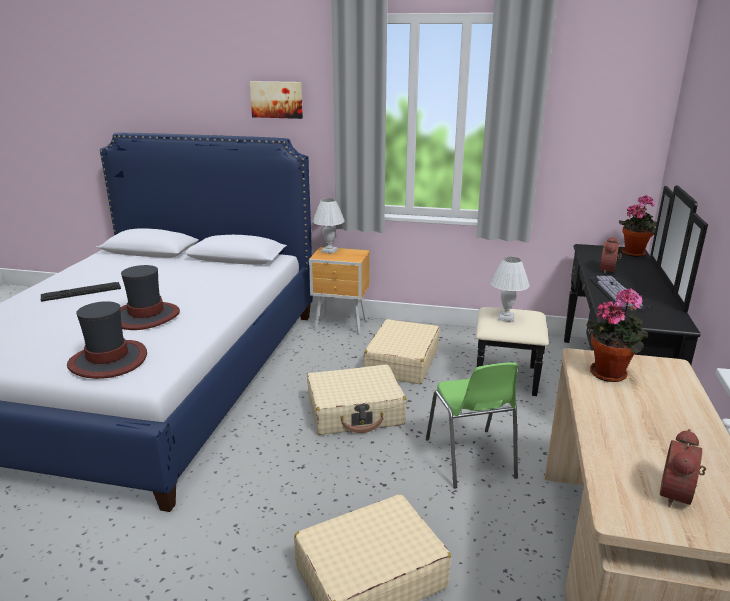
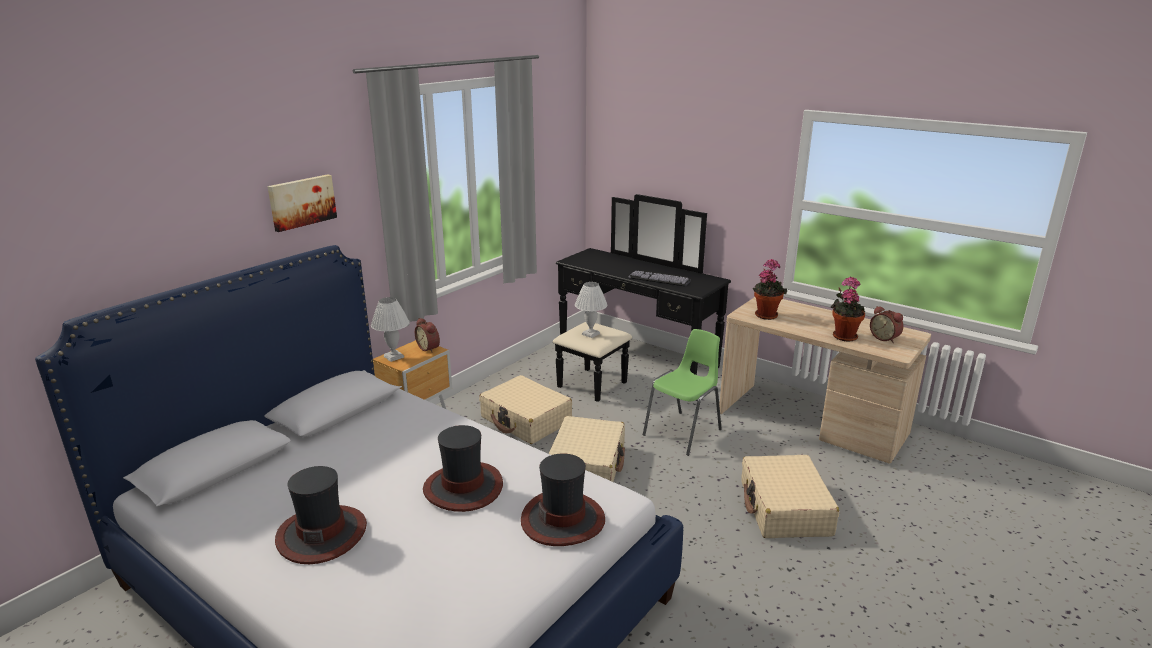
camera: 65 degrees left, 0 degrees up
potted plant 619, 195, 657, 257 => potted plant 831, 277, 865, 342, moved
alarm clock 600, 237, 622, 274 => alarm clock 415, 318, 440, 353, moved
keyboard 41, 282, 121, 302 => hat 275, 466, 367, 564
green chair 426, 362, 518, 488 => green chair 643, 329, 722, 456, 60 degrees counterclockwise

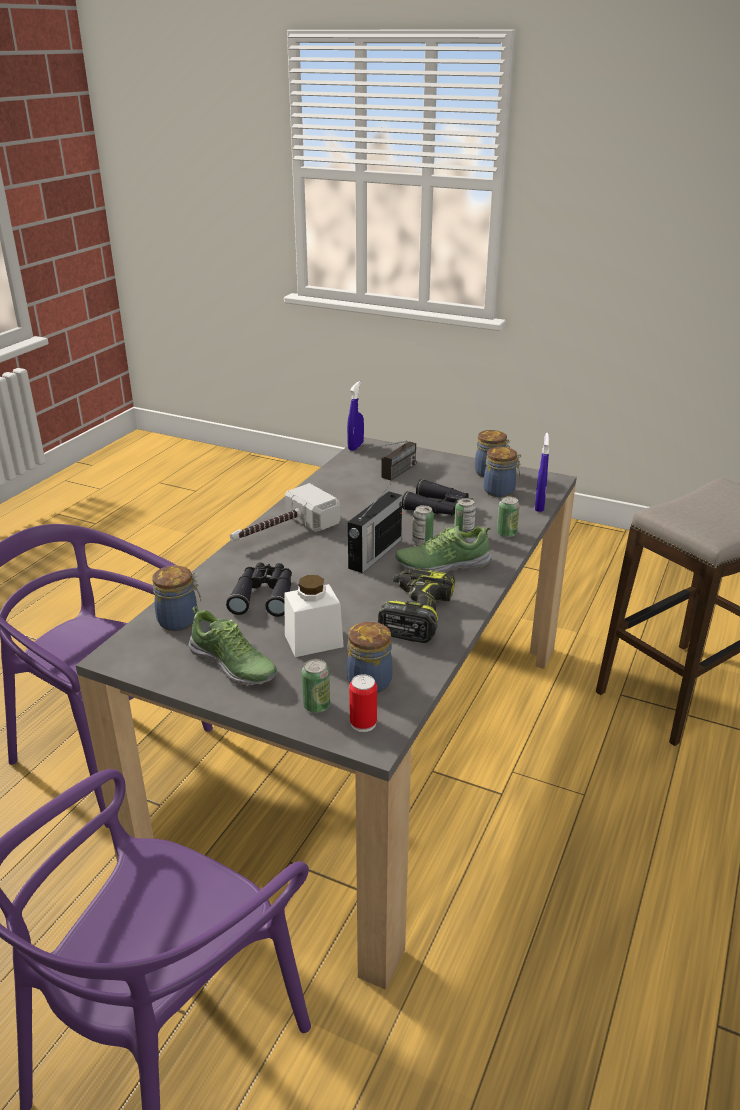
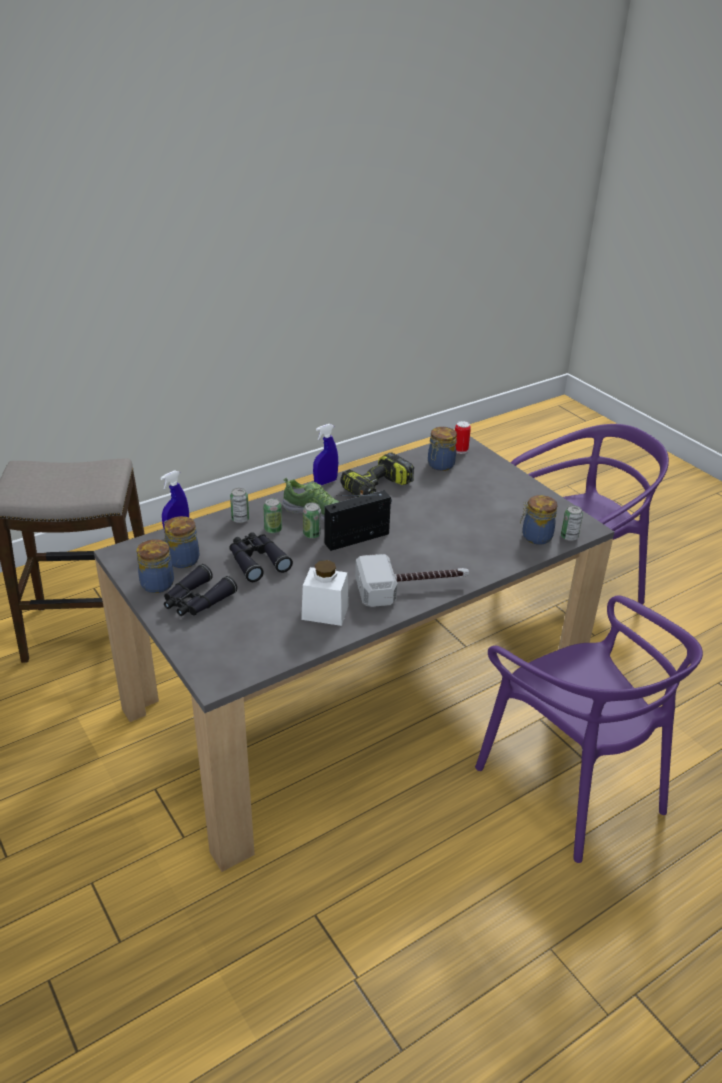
camera: 150 degrees left, 5 degrees up
blue spray bottle 347, 381, 364, 451 => blue spray bottle 313, 424, 338, 485, moved
radio 368, 440, 417, 480 => nothing
black binoculars 226, 562, 292, 617 => black binoculars 164, 564, 237, 616, moved
white jar 285, 575, 344, 657 => white jar 301, 560, 349, 626, moved
shoe 189, 606, 277, 686 => nothing
can 302, 659, 330, 713 => can 561, 505, 583, 541, moved

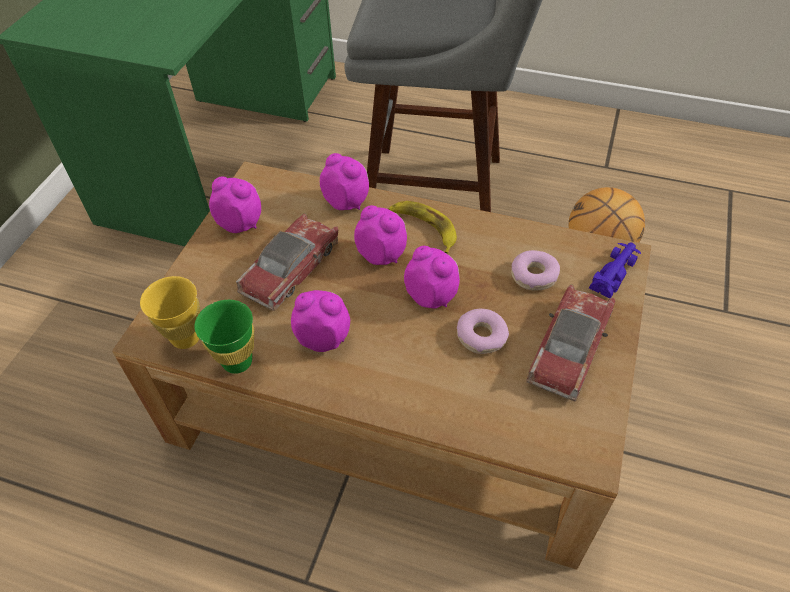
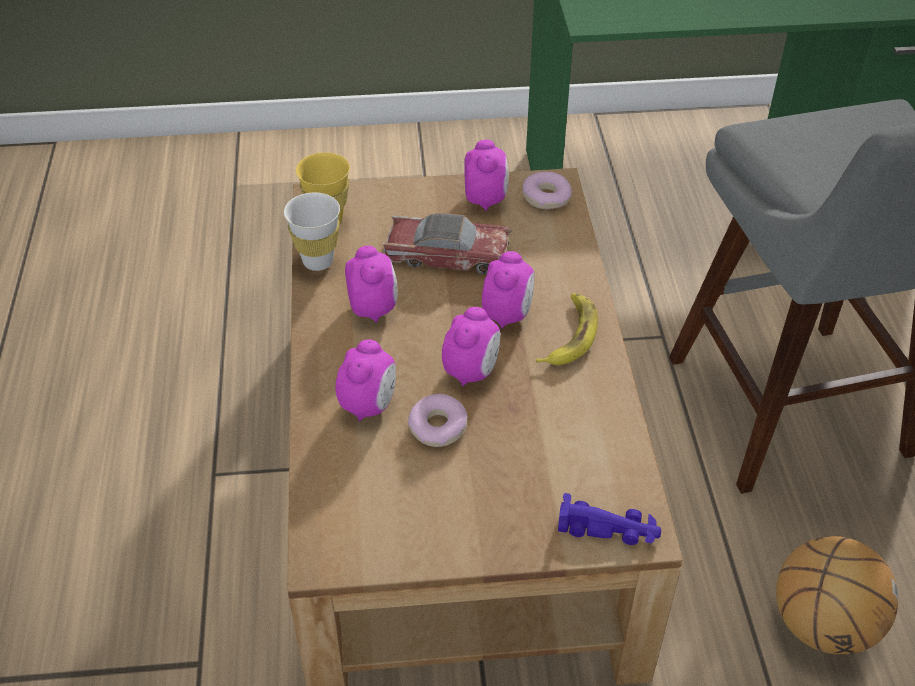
camera: 65 degrees right, 5 degrees down
alarm clock 320, 153, 369, 210 => alarm clock 336, 339, 396, 421, moved
donut 511, 250, 560, 291 => donut 523, 171, 572, 209, moved
toy car 526, 284, 615, 402 => nothing
green cup 194, 300, 254, 374 => white cup 284, 193, 340, 271

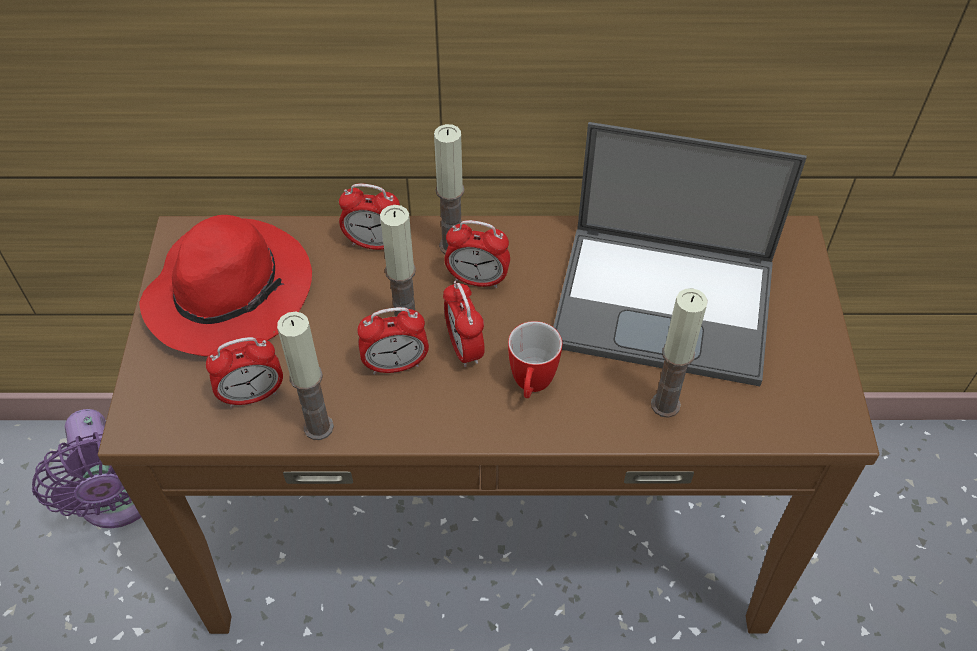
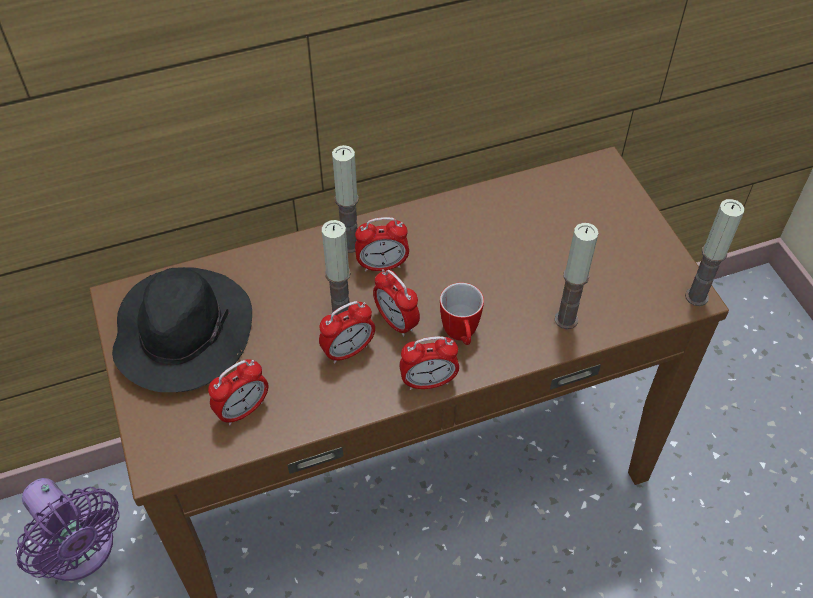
camera: 20 degrees left, 0 degrees up
laptop 553, 122, 807, 386 => nothing
alarm clock 339, 183, 400, 250 => alarm clock 399, 336, 459, 390, moved
red hat 140, 215, 312, 356 => black hat 112, 267, 252, 392
candle 277, 311, 334, 440 => candle 685, 199, 744, 306, moved

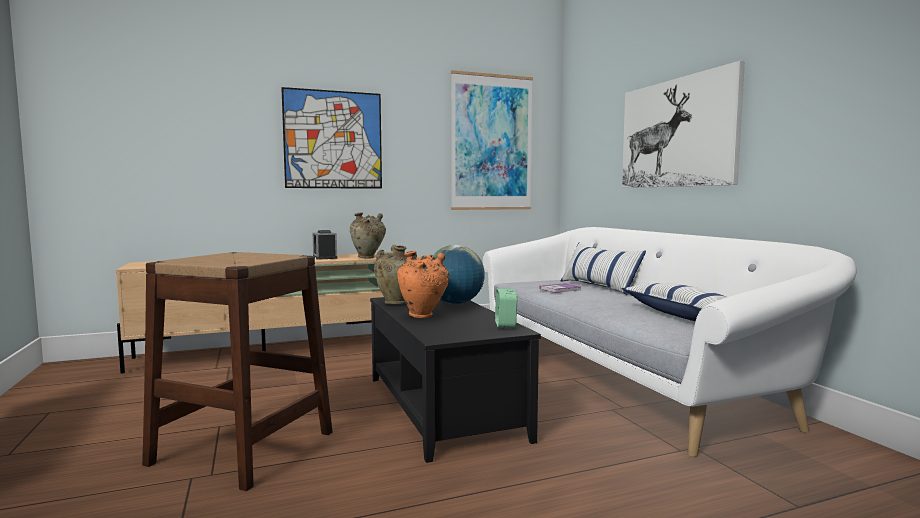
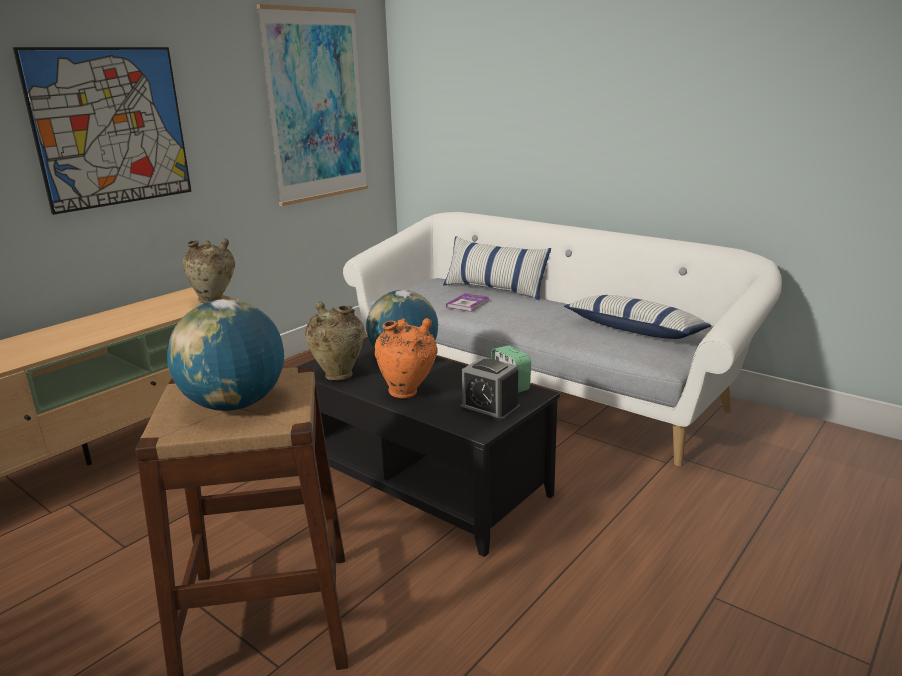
camera: 30 degrees left, 15 degrees up
picture 622, 61, 745, 188 => nothing
alarm clock 312, 230, 338, 260 => alarm clock 460, 357, 520, 423, moved
nothing => globe 167, 299, 284, 411

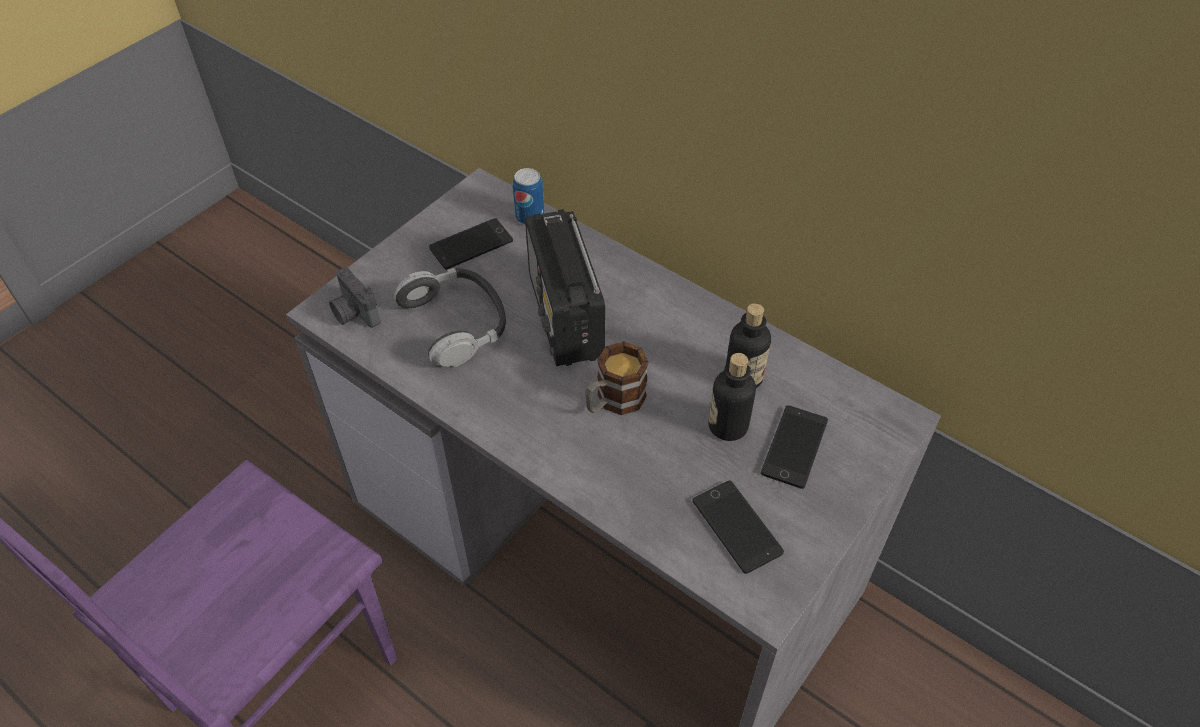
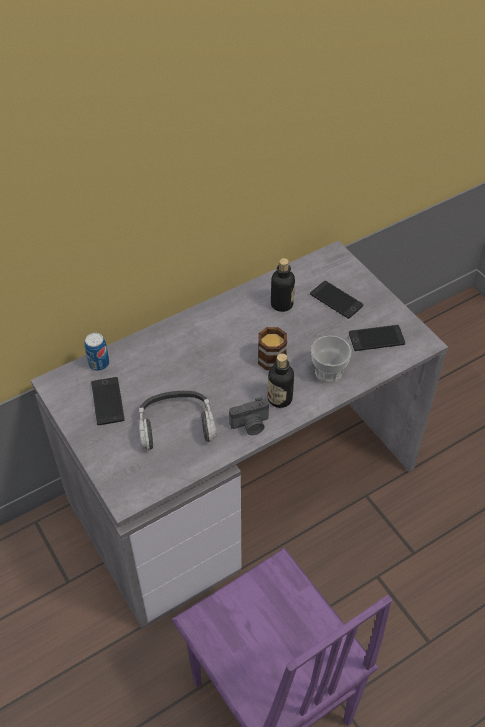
camera: 70 degrees left, 0 degrees up
radio 525, 209, 605, 366 => nothing
photo camera 329, 267, 381, 328 => photo camera 229, 397, 269, 435, moved
bottle 709, 353, 756, 441 => bottle 268, 354, 294, 408, moved
nothing => cup 311, 335, 352, 383

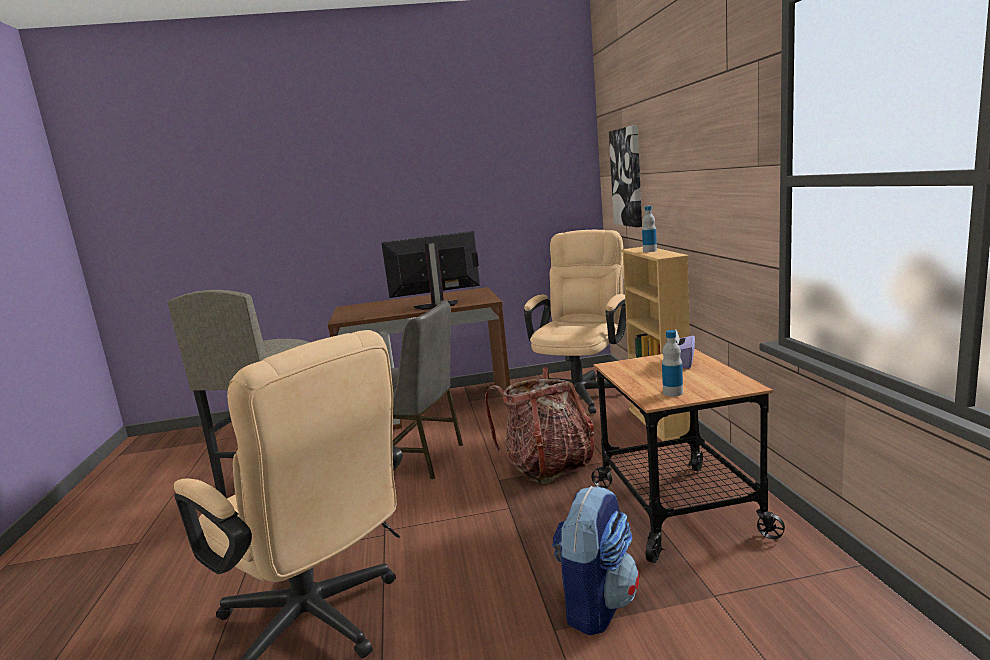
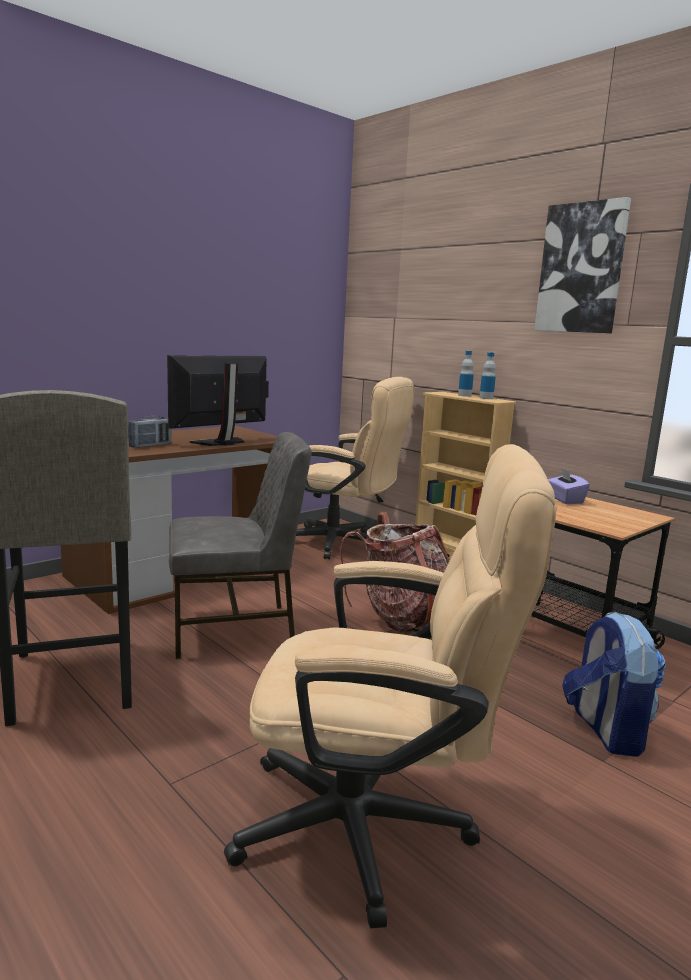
camera: 35 degrees left, 0 degrees up
picture 609, 125, 642, 227 => picture 534, 197, 631, 333, moved
beige office chair 524, 230, 626, 414 => beige office chair 296, 377, 414, 560, 120 degrees clockwise
bottle 662, 330, 683, 397 => bottle 479, 352, 496, 399, moved
nothing => radio 128, 416, 172, 448

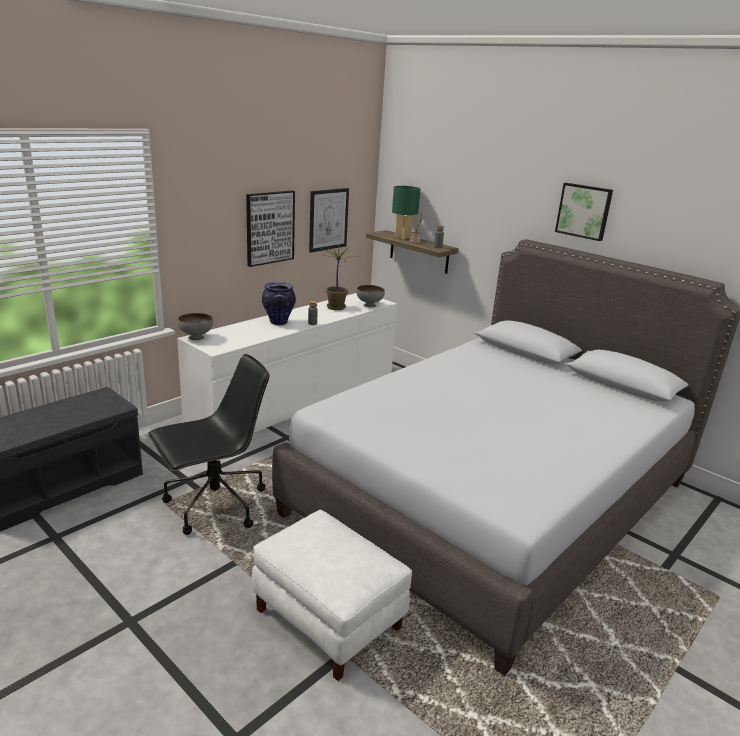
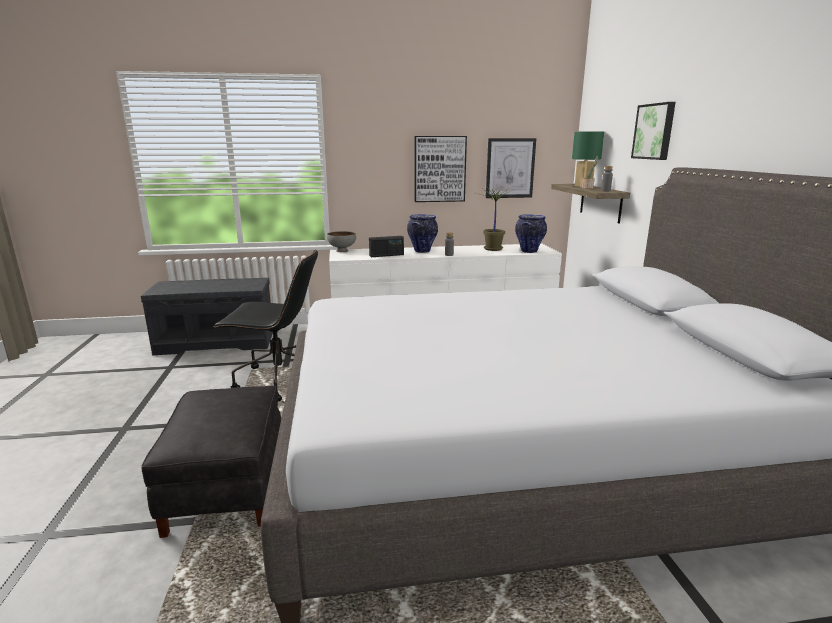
camera: 40 degrees right, 5 degrees down
picture 555, 183, 613, 241 => picture 631, 102, 676, 160, moved
grey bowl 356, 285, 385, 307 => vase 515, 214, 547, 253
white ottoman 252, 510, 412, 681 => black ottoman 142, 386, 281, 538
nothing => radio 369, 236, 404, 257

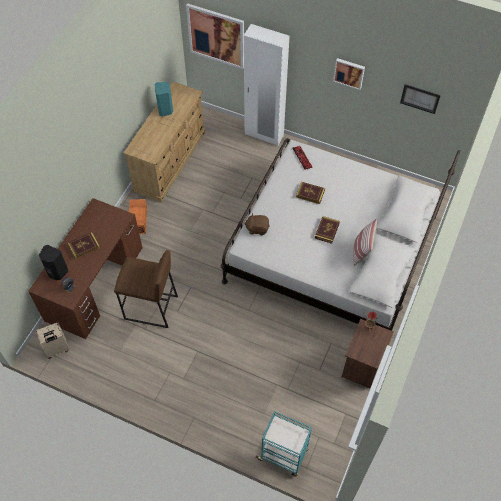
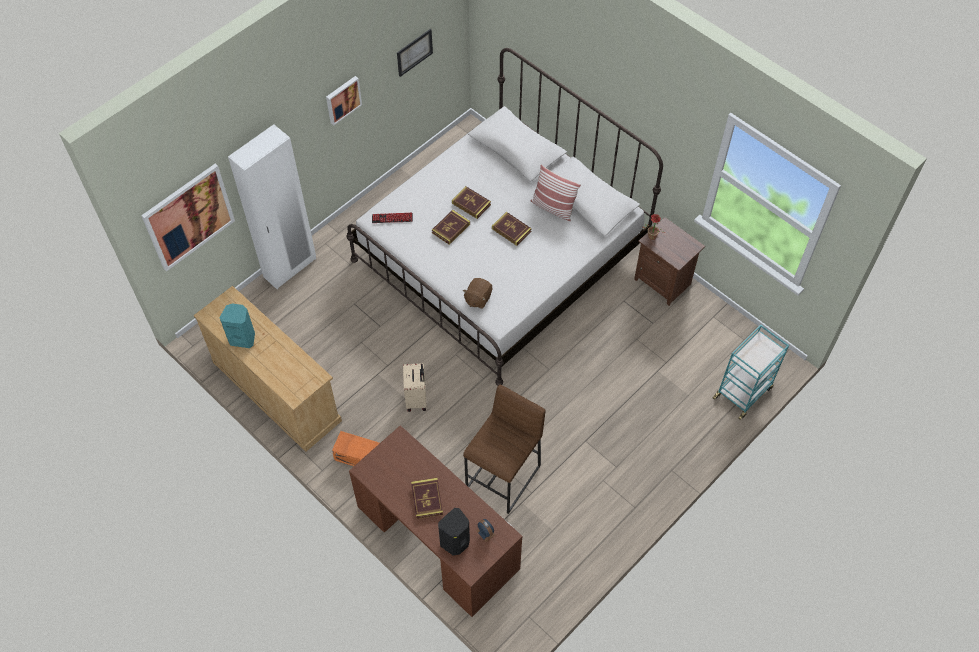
camera: 70 degrees left, 0 degrees up
beige suitcase 36, 323, 69, 359 => beige suitcase 403, 363, 427, 412, moved
nothing => book 452, 186, 491, 219

